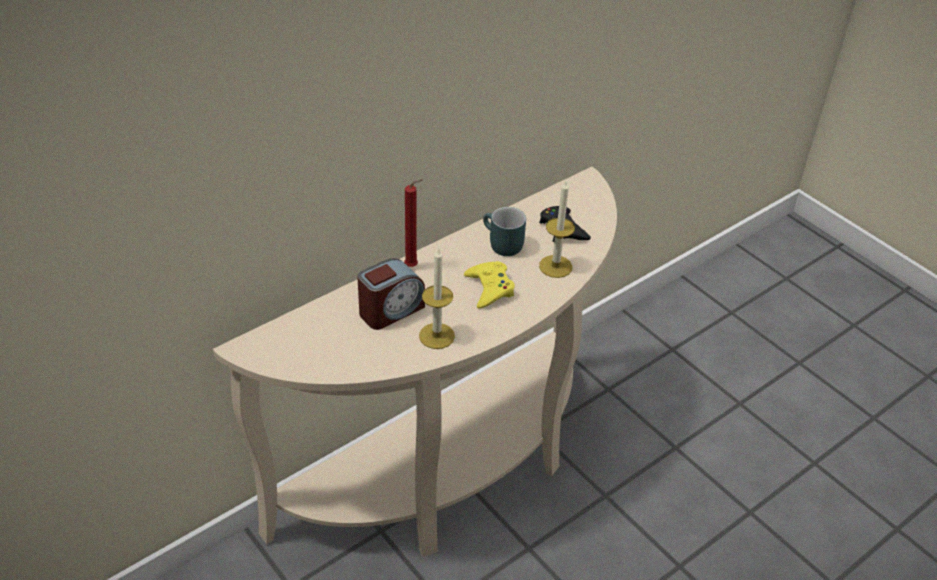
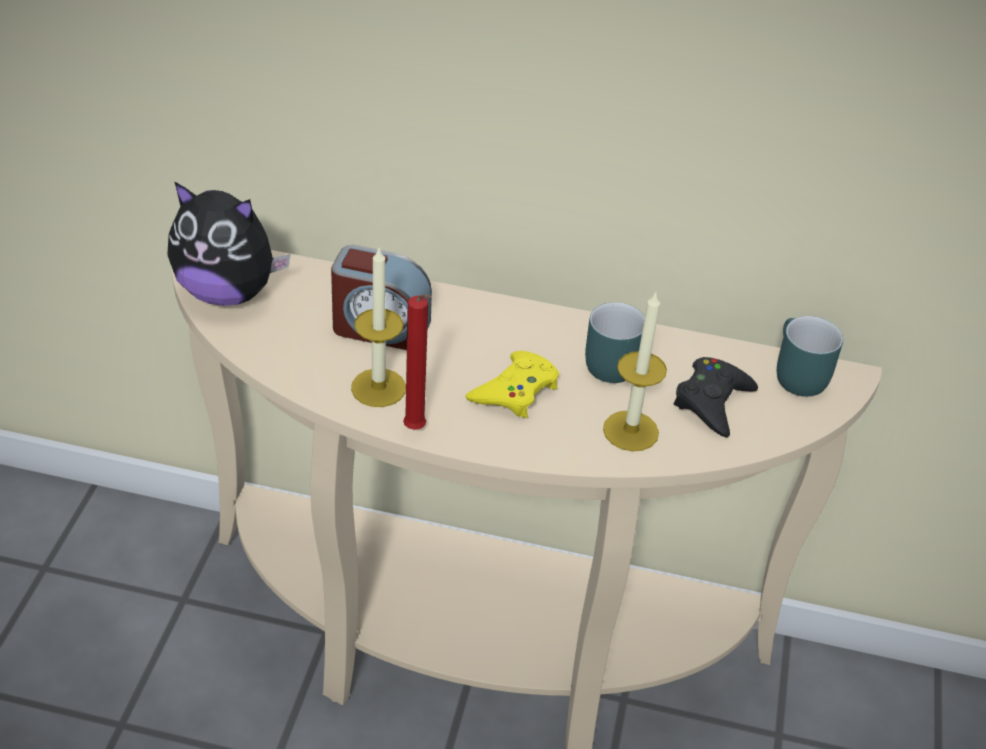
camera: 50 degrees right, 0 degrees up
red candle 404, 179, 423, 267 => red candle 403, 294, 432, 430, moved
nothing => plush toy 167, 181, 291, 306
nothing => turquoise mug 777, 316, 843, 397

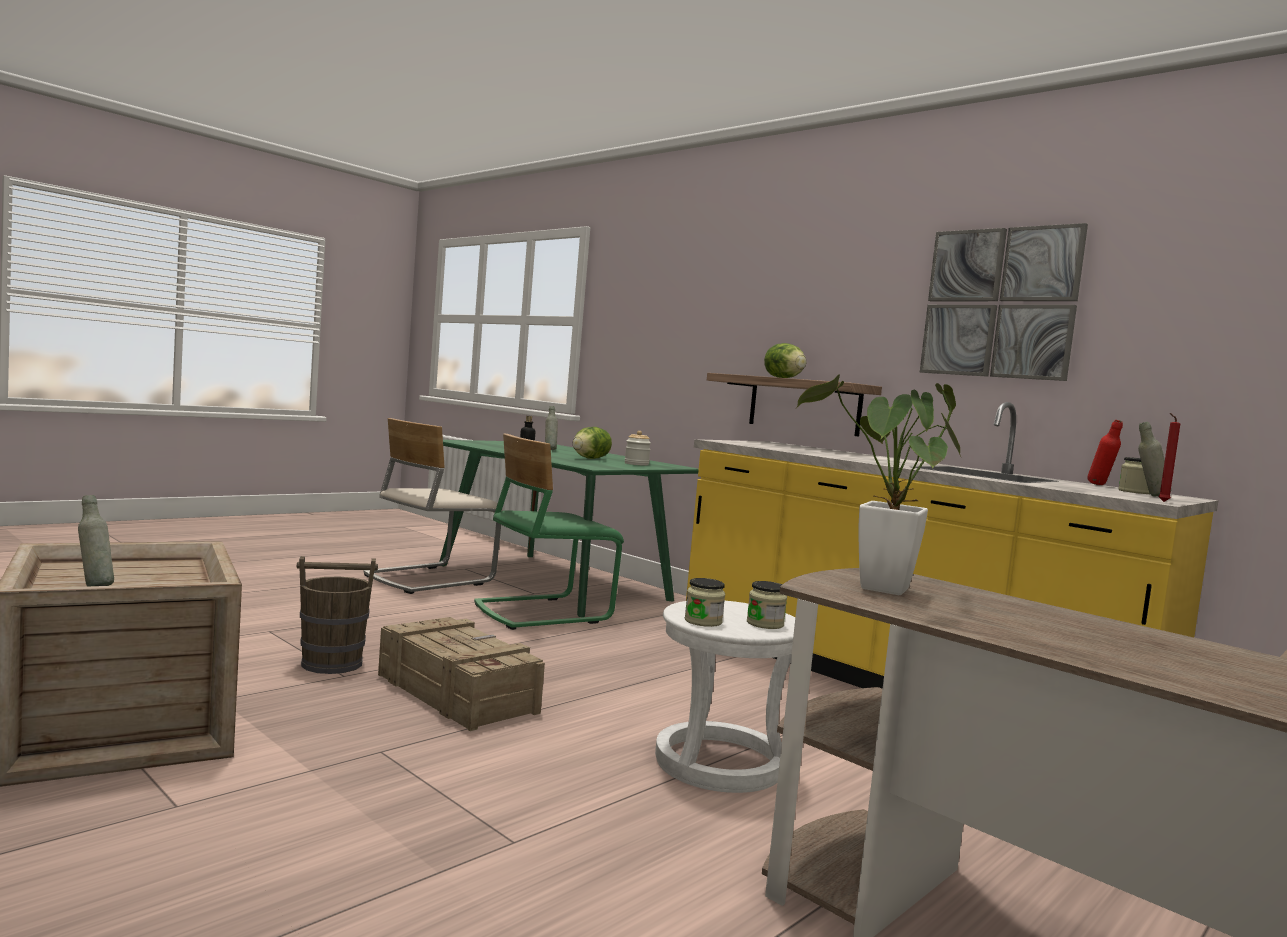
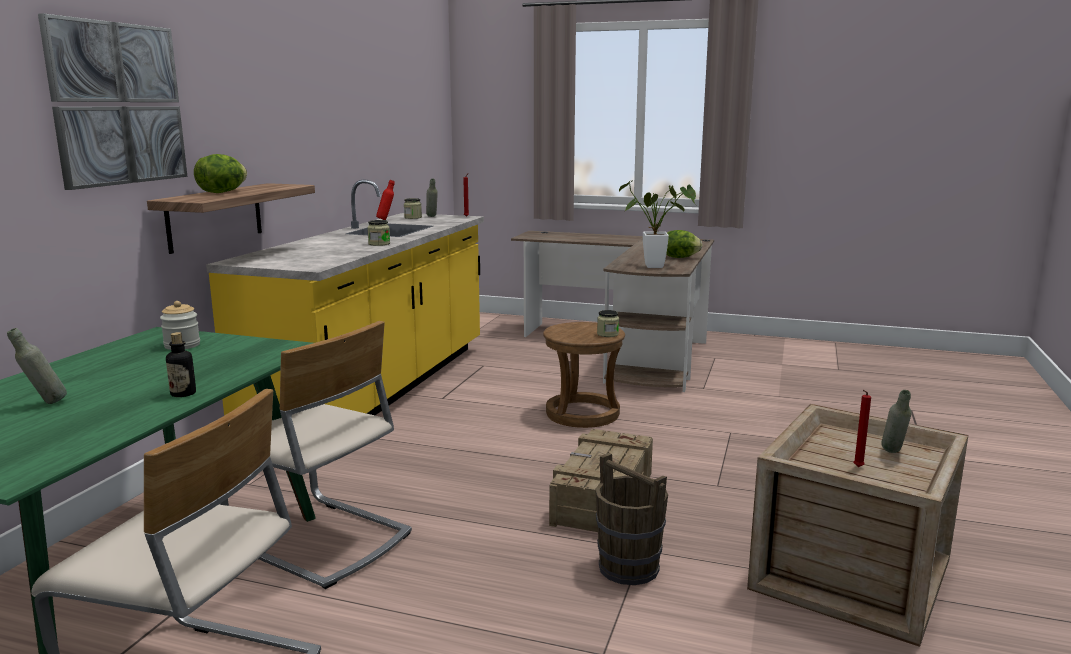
camera: 115 degrees left, 10 degrees up
picture 920, 223, 1088, 381 => picture 38, 13, 188, 190, moved
lettuce 573, 427, 612, 459 => lettuce 666, 230, 702, 258, moved
green chair 474, 434, 624, 630 => beige chair 219, 321, 412, 589
jar 747, 581, 787, 629 => jar 367, 220, 390, 246, moved
white stool 655, 601, 795, 793 => brown stool 543, 322, 625, 428
nothing => red candle 853, 390, 871, 467

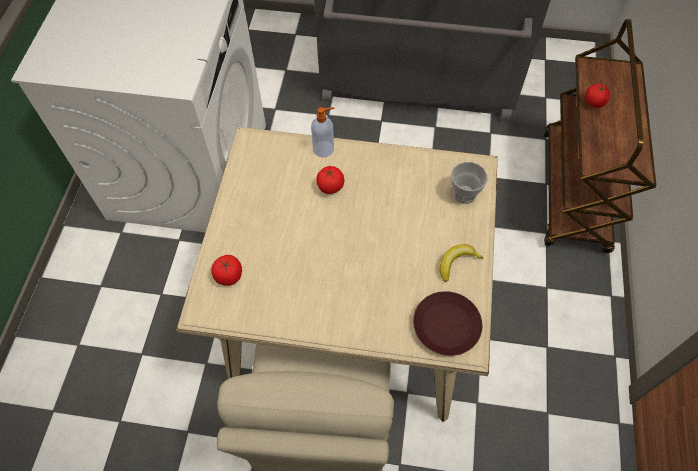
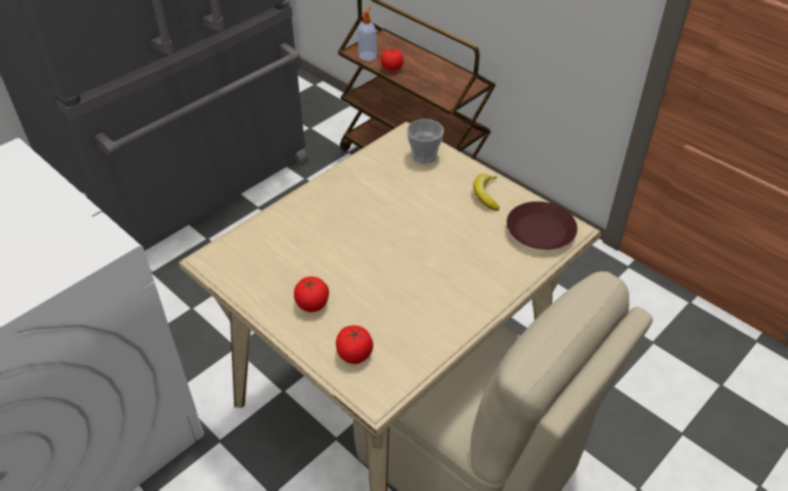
camera: 55 degrees left, 15 degrees down
soap dispenser 311, 107, 334, 157 => soap dispenser 358, 7, 377, 61, moved
tomato 316, 166, 344, 194 => tomato 294, 276, 329, 312, moved

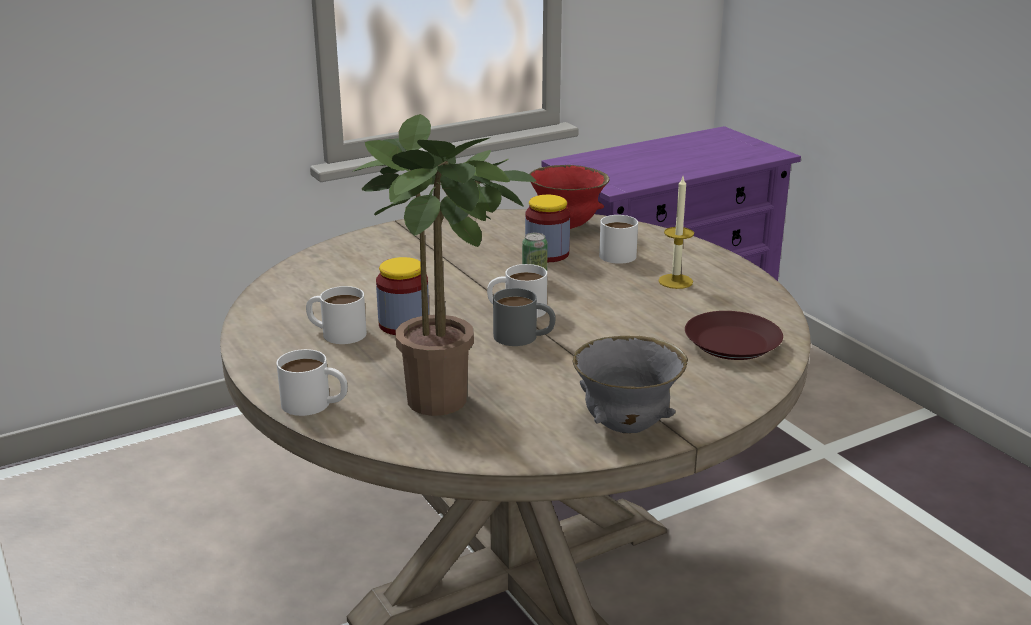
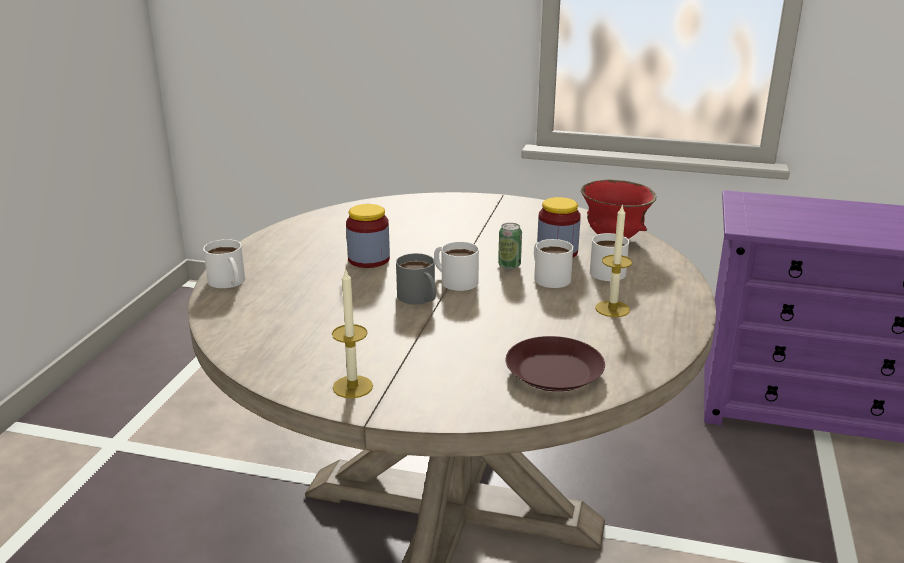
camera: 45 degrees right, 0 degrees up
potted plant 352, 114, 536, 416 => nothing
white mug 306, 286, 367, 344 => white mug 534, 239, 573, 288, moved
grey bowl 573, 336, 688, 433 => candle 332, 270, 373, 398

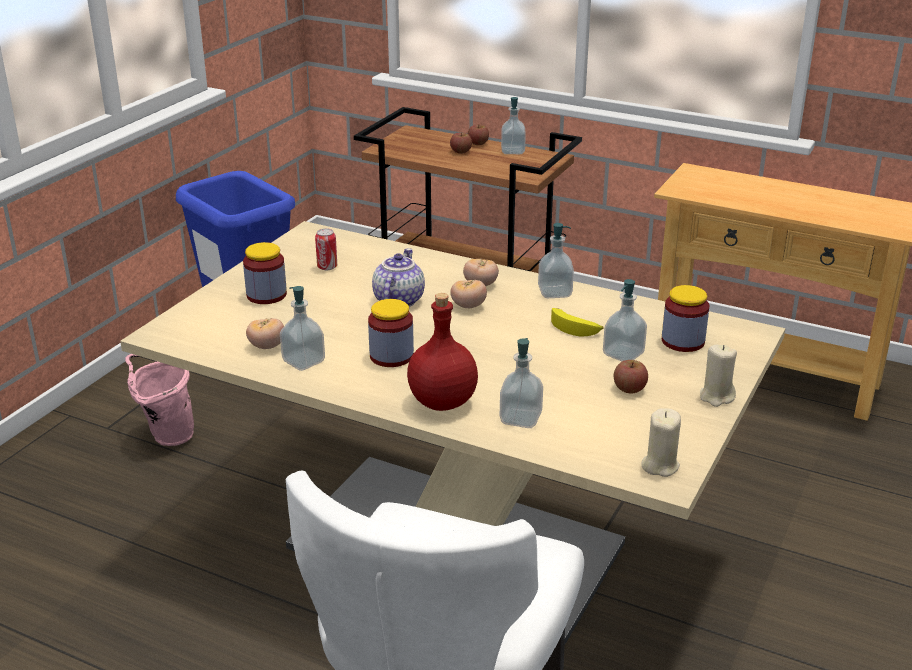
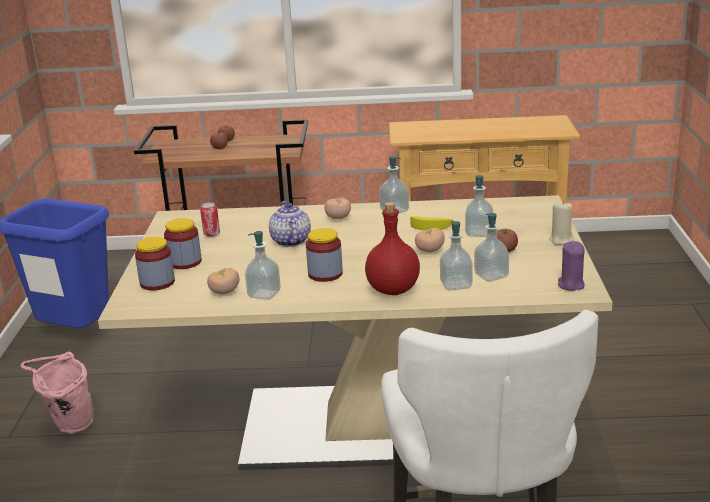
camera: 25 degrees left, 5 degrees down
soap dispenser 501, 97, 526, 154 => soap dispenser 474, 213, 509, 282, moved
tomato 450, 280, 487, 308 => tomato 415, 228, 445, 252, moved
jar 662, 285, 710, 352 => jar 135, 237, 175, 291, moved
beige candle 642, 408, 681, 477 => purple candle 558, 241, 585, 291

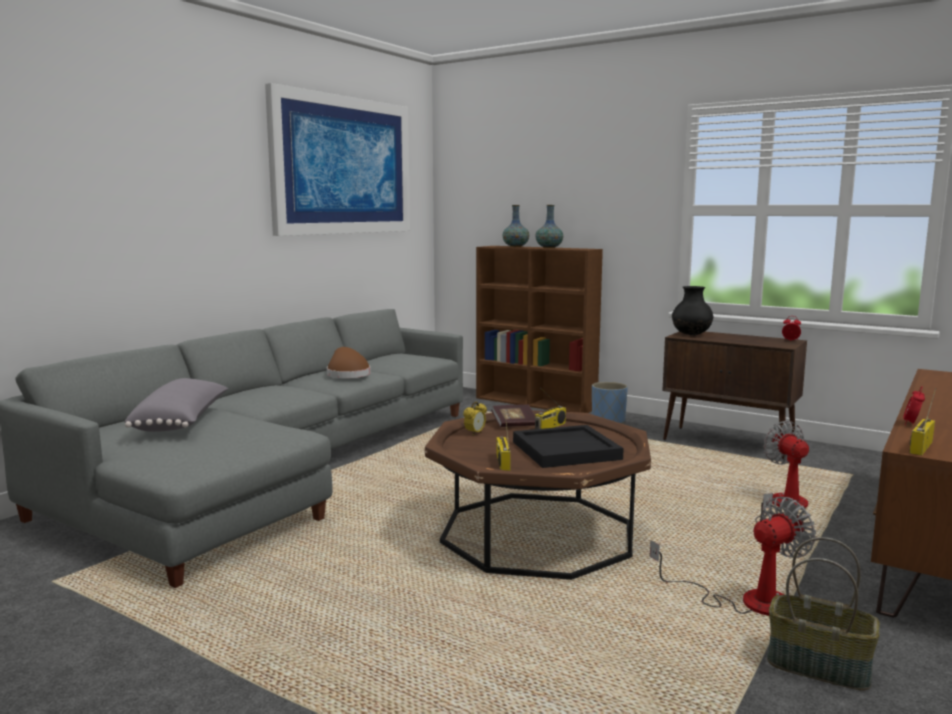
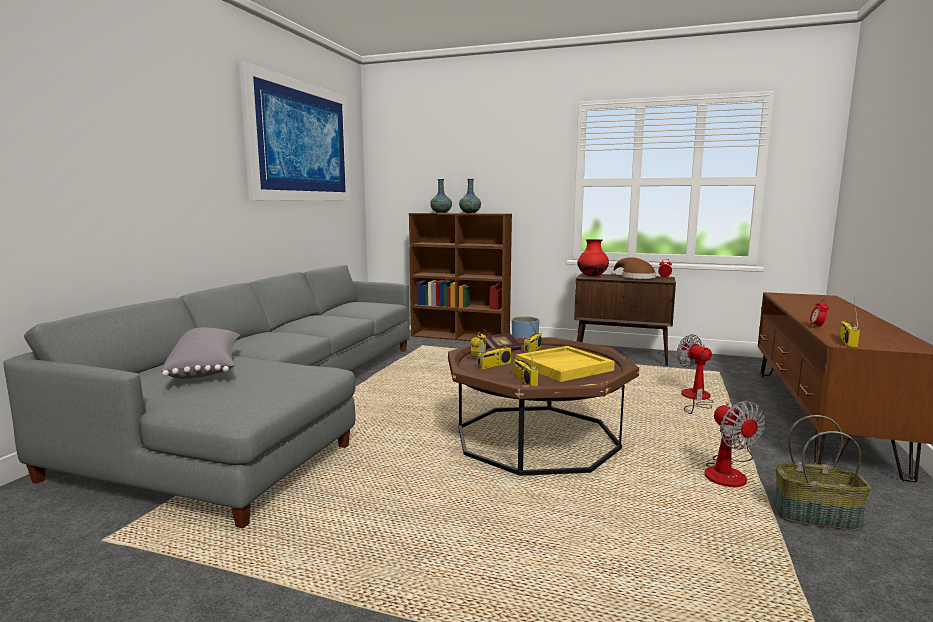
camera: 15 degrees left, 0 degrees up
black vase 672, 286, 713, 335 => red vase 577, 239, 609, 277
brown hat 327, 347, 371, 378 => brown hat 611, 257, 656, 279, moved
black tray 513, 425, 624, 468 => yellow tray 516, 346, 615, 382
fan 650, 497, 816, 616 => fan 704, 401, 766, 487, 120 degrees clockwise
nothing => radio 477, 329, 511, 370

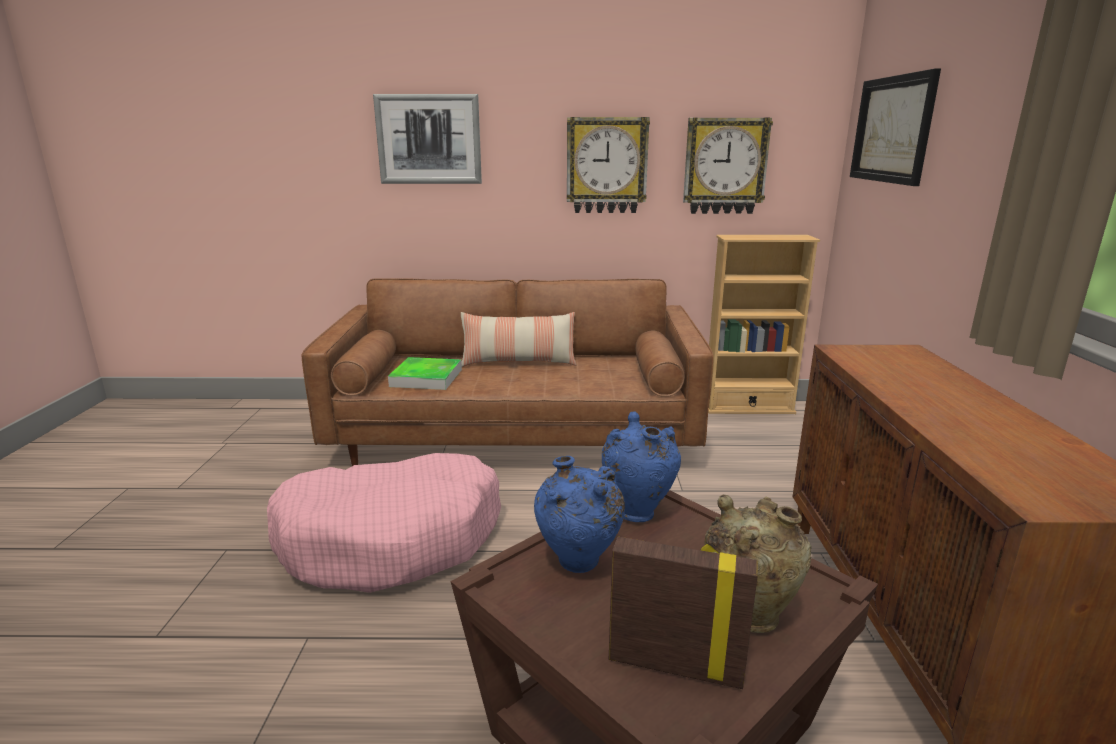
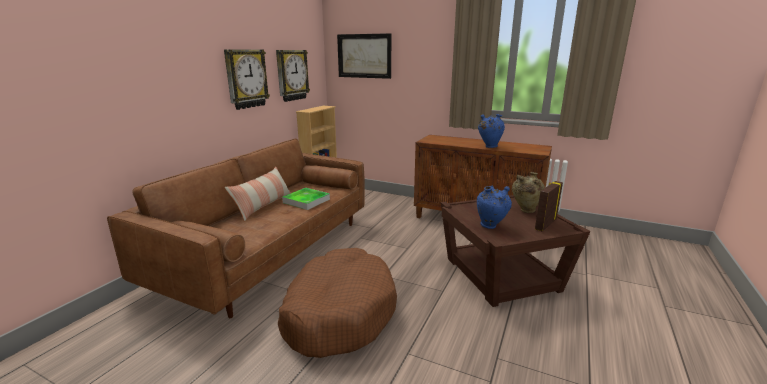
camera: 65 degrees left, 0 degrees up
picture 373, 94, 482, 184 => nothing
tray 388, 357, 462, 390 => tray 282, 188, 330, 210, moved
blue vase 602, 411, 681, 522 => blue vase 478, 114, 505, 148, moved
pink dog bed 267, 453, 501, 593 => brown dog bed 278, 248, 397, 358

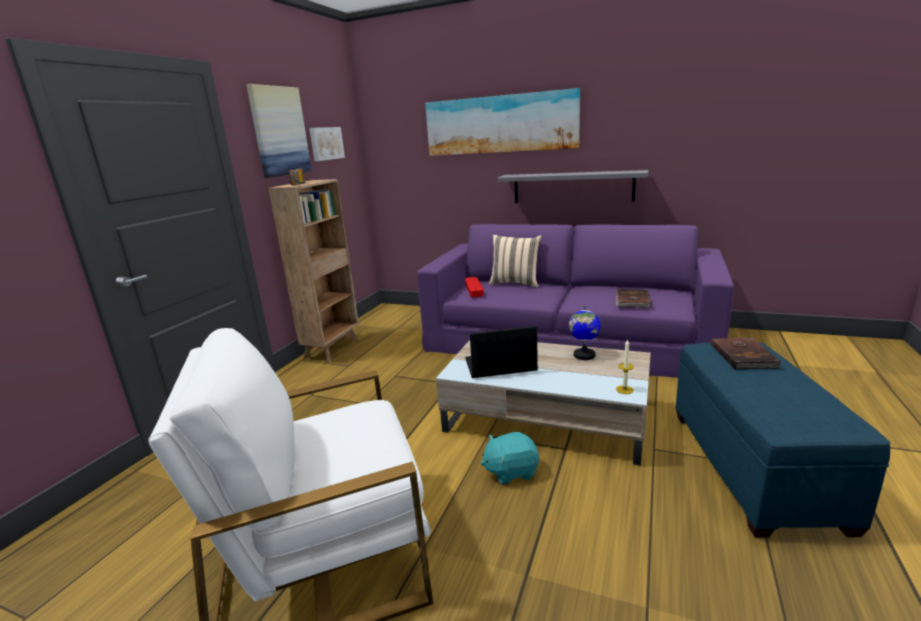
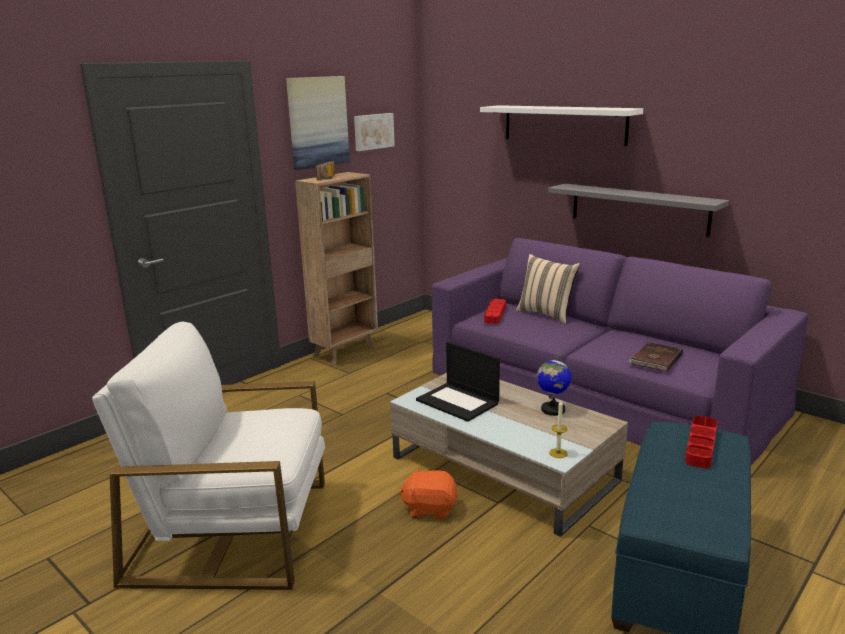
camera: 20 degrees right, 0 degrees up
picture 425, 88, 580, 156 => white shelf 480, 105, 643, 146
laptop 465, 326, 538, 378 => laptop 416, 342, 500, 422, 150 degrees counterclockwise
brown book 711, 338, 782, 370 => red tray 685, 416, 717, 468
turquoise plush toy 481, 432, 539, 485 => orange plush toy 398, 468, 458, 520

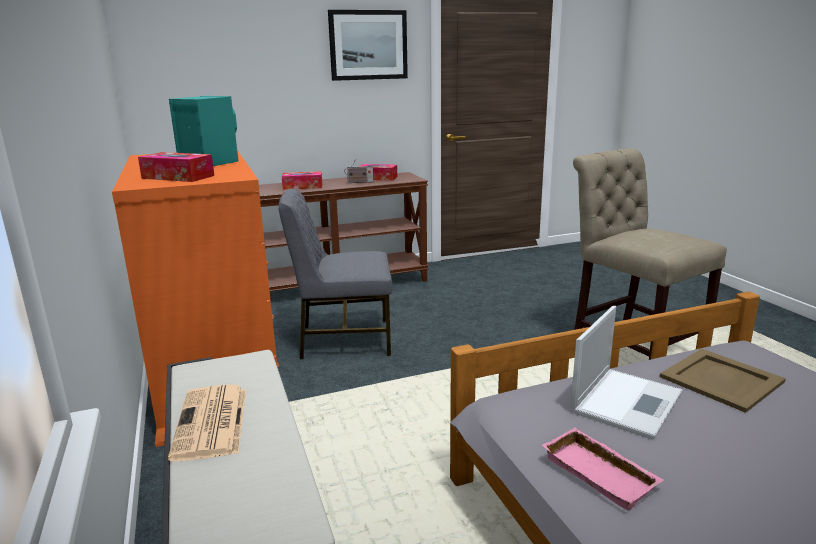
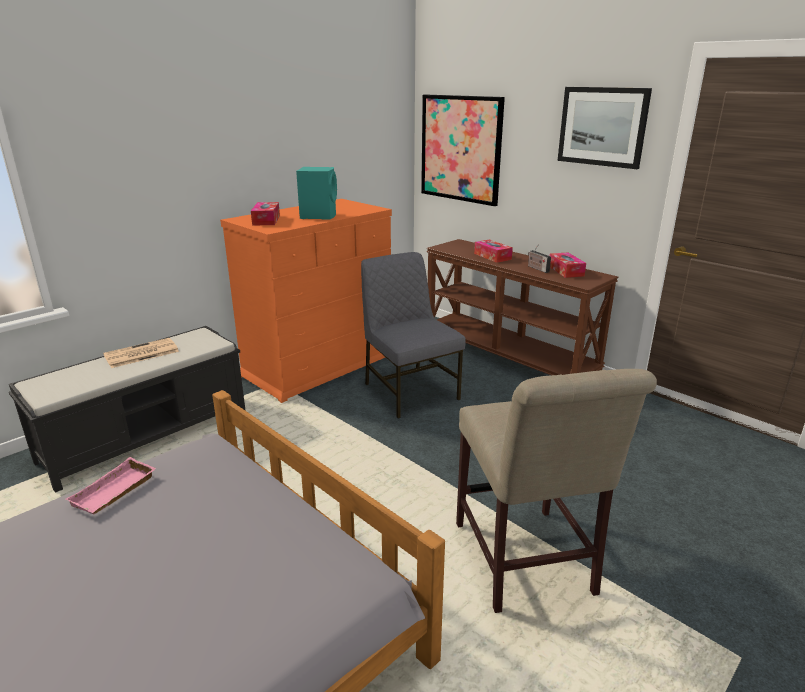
camera: 65 degrees right, 5 degrees up
beige chair 573, 148, 727, 360 => beige chair 456, 369, 657, 613, 135 degrees clockwise
laptop 570, 306, 682, 440 => nothing
beige tray 659, 349, 786, 413 => nothing
nothing => picture 421, 95, 505, 206

